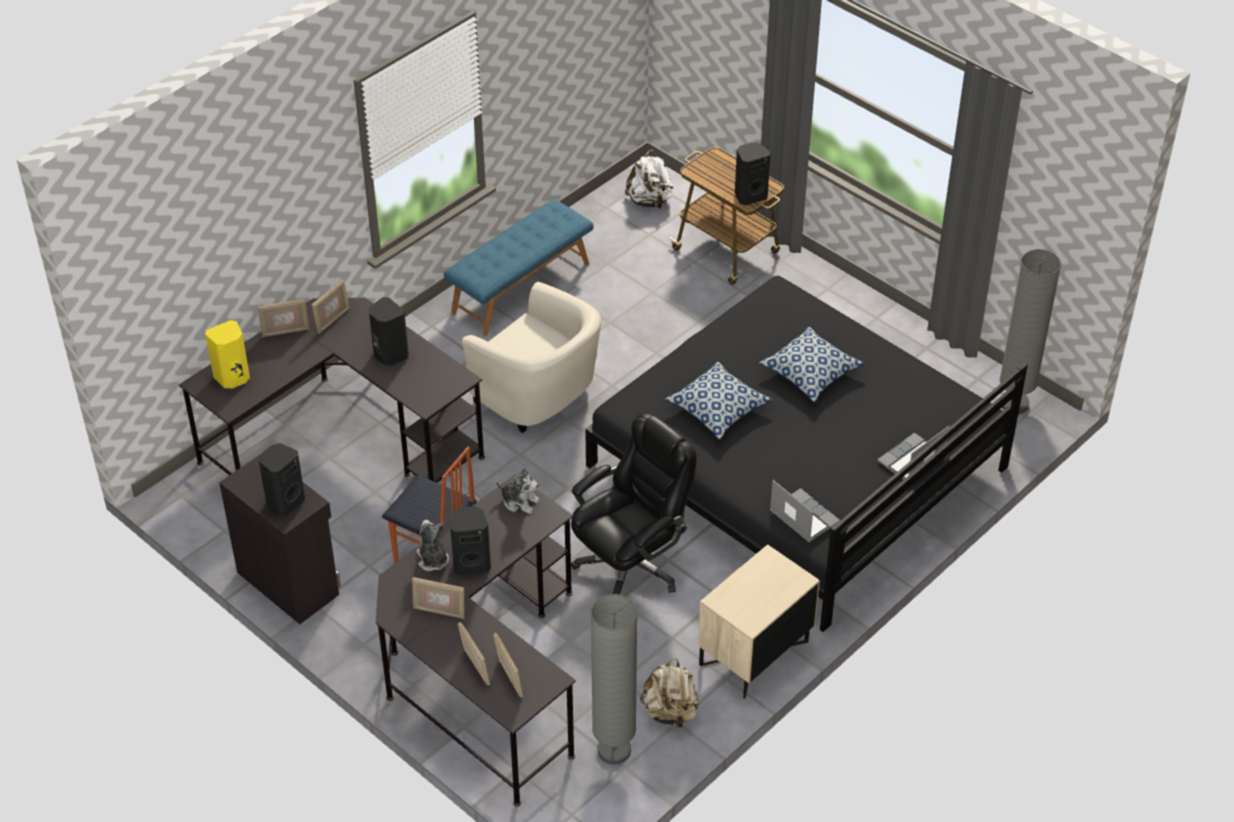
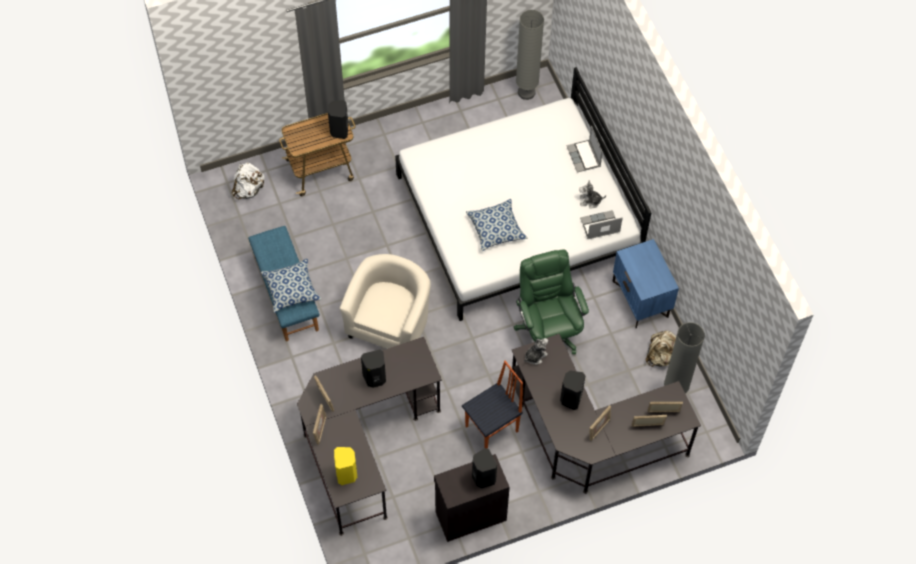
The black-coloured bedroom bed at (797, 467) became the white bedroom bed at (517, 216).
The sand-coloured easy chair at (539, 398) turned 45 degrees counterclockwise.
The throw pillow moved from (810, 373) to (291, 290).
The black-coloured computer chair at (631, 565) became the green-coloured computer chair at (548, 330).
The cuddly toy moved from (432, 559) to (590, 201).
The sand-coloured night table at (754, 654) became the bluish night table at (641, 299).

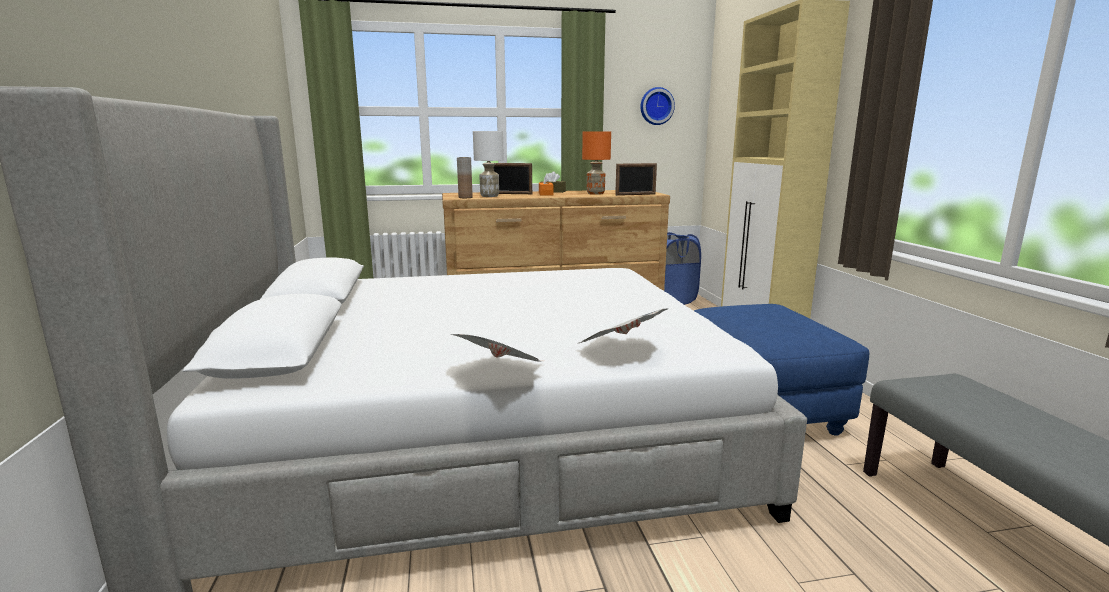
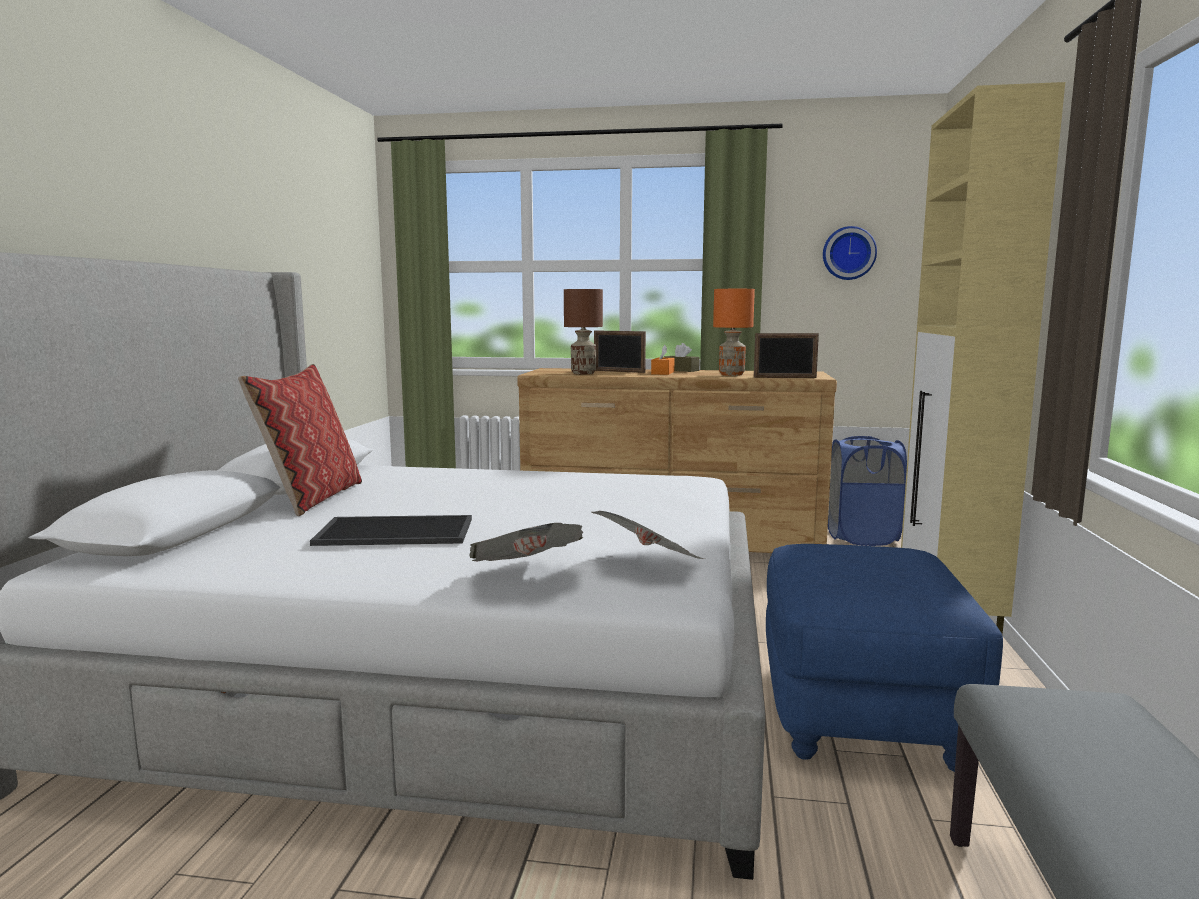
The white lamp for a table at (489, 196) became the brown-coloured lamp for a table at (583, 373).
The brown-coloured vase at (465, 197) disappeared.
The daily paper moved from (502, 373) to (650, 565).
The throw pillow at (311, 498) appeared.
The serving tray at (393, 532) appeared.

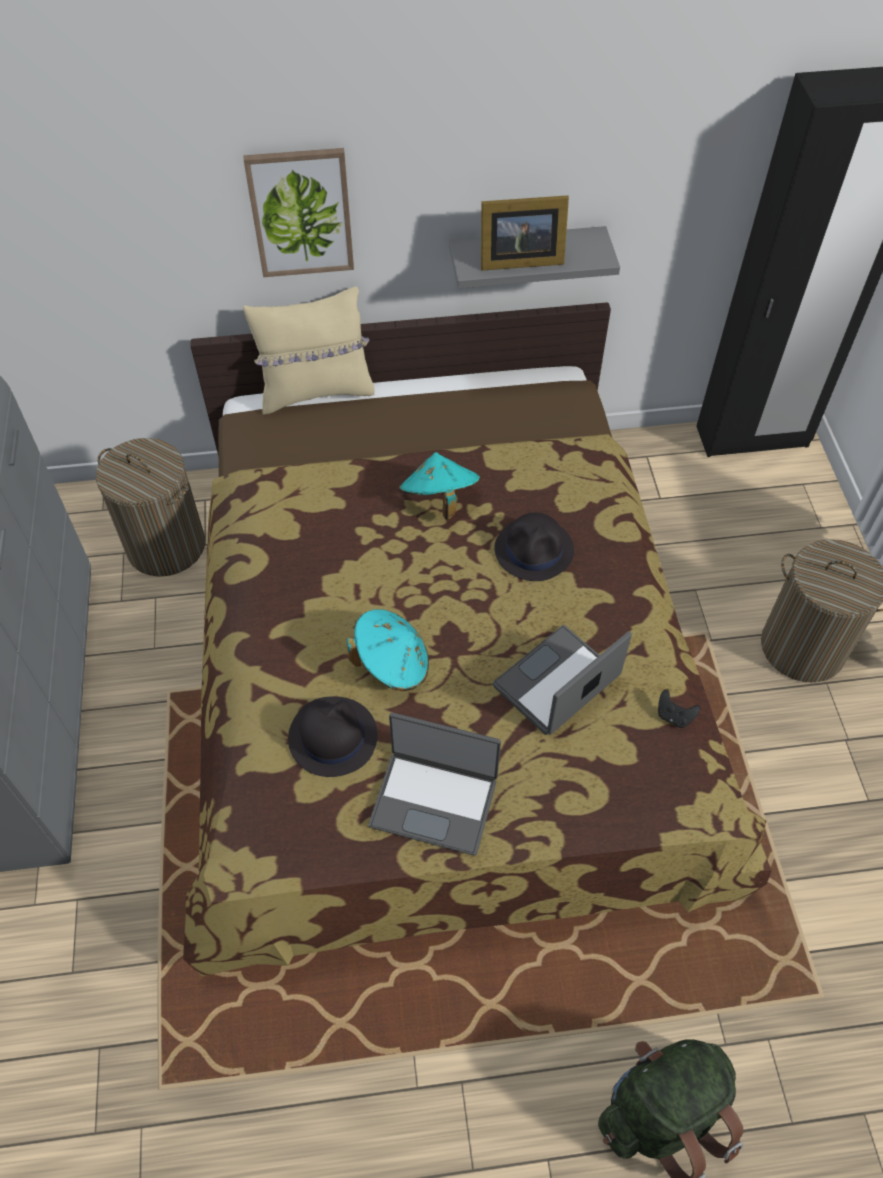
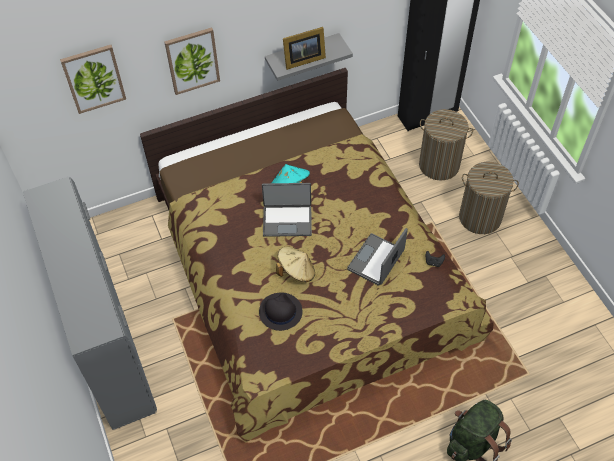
The sand-coloured throw pillow at (316, 392) disappeared.
The laundry basket moved from (166, 545) to (439, 165).
The black-coloured hat at (534, 550) disappeared.
The blue-green hat at (392, 664) became the sand-coloured hat at (296, 271).
The notebook computer moved from (434, 801) to (287, 220).
The wall picture at (93, 78) appeared.

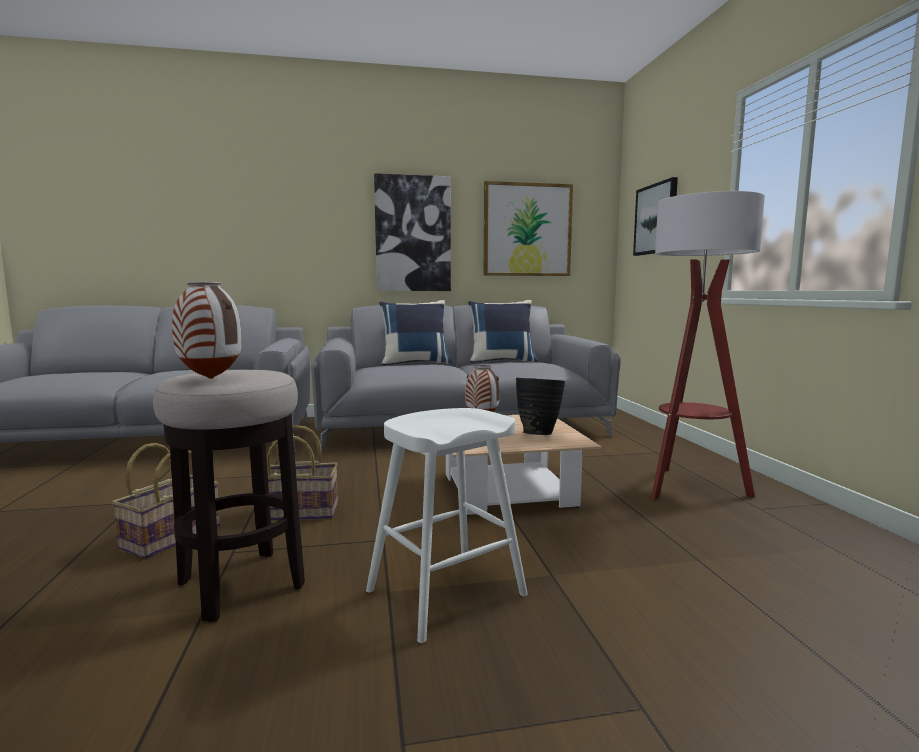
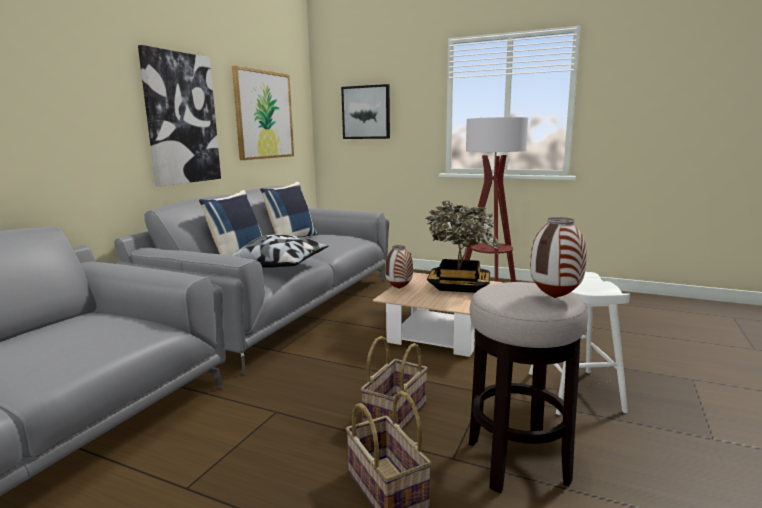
The black-coloured vase at (538, 433) was replaced by the houseplant at (458, 286).
The throw pillow at (282, 265) appeared.

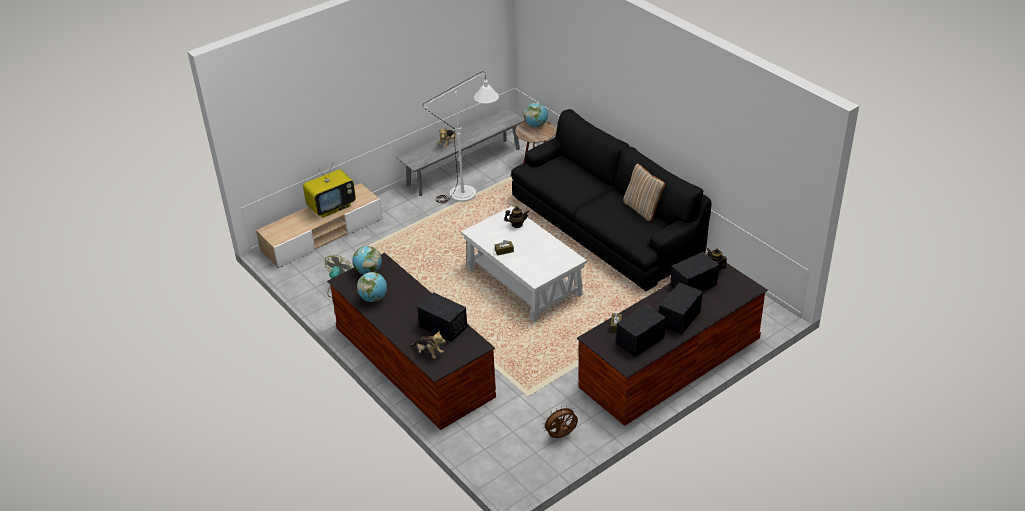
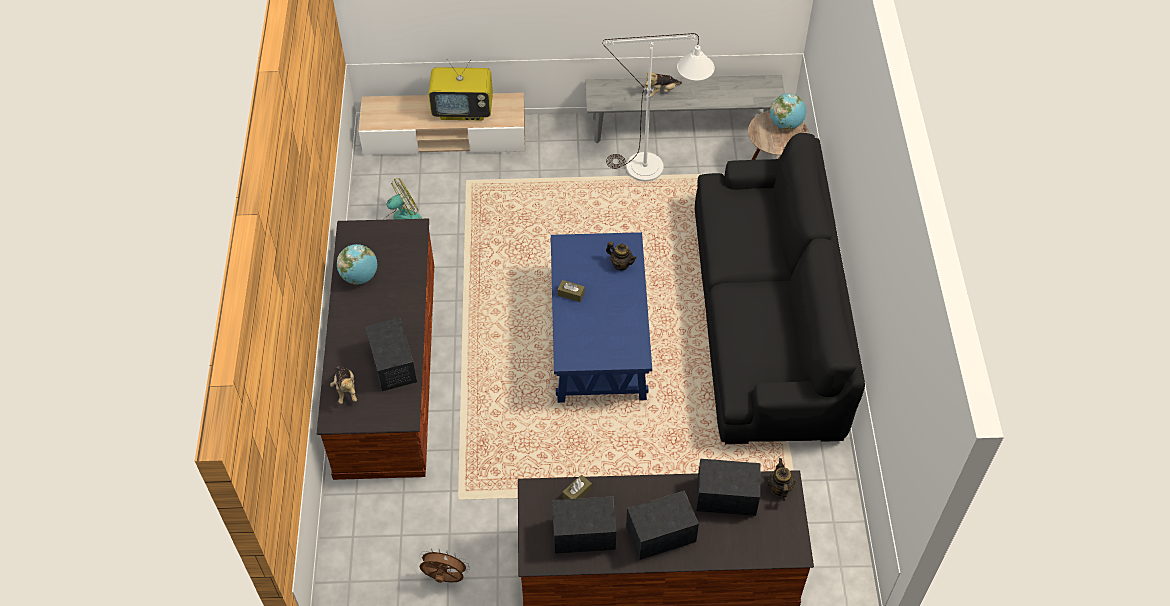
The sand-coloured throw pillow at (642, 209) disappeared.
The white lounge table at (524, 281) became the bluish lounge table at (599, 338).
The world globe at (368, 271) disappeared.

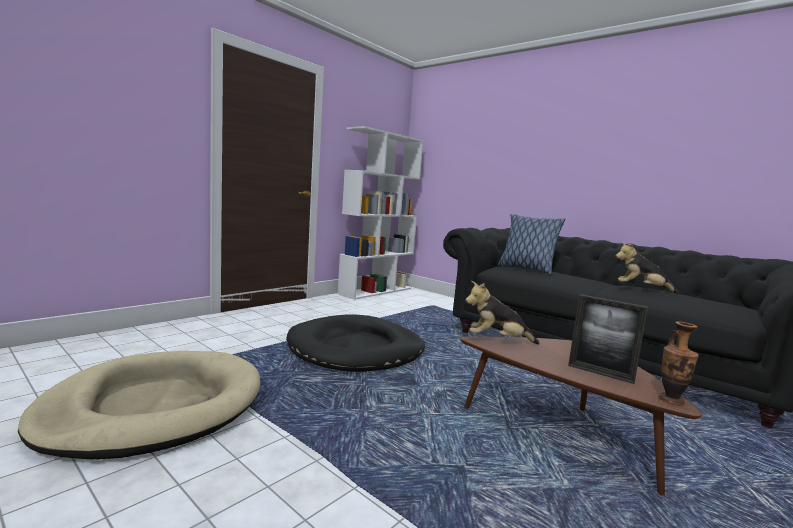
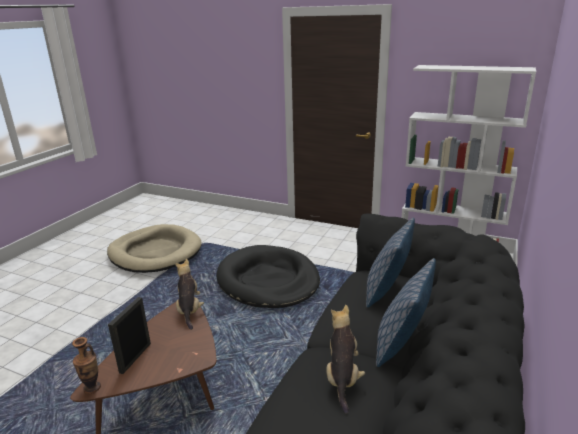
The throw pillow at (401, 344) appeared.

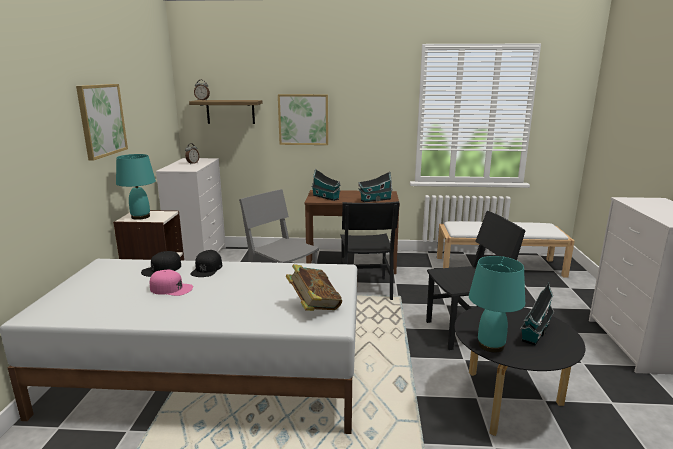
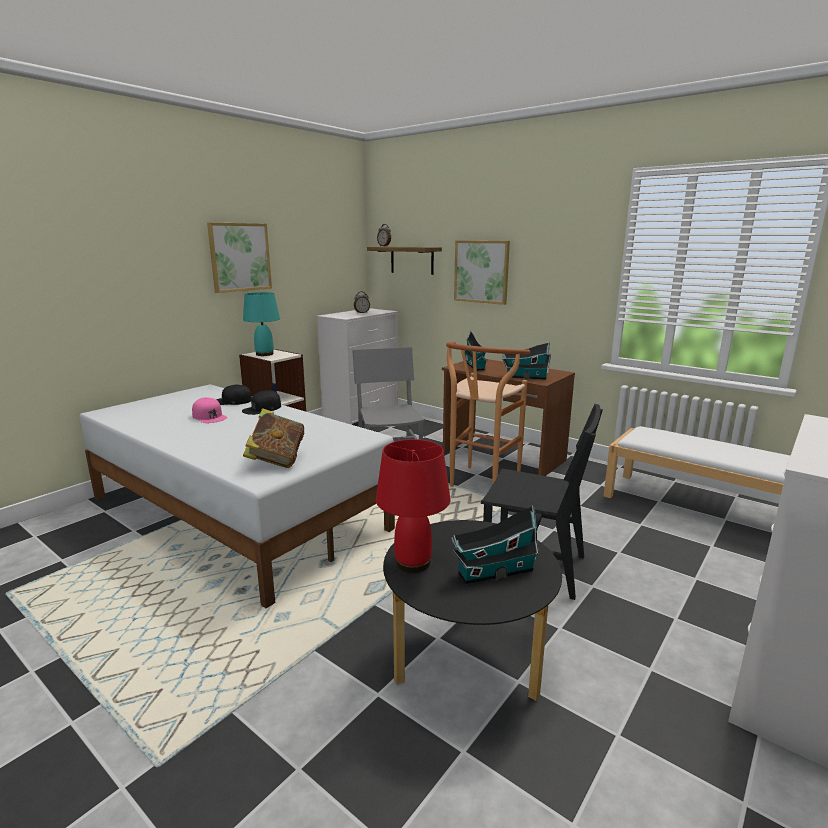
The black-coloured chair at (365, 289) was replaced by the brown-coloured stool seat at (480, 485).
The blue-green lamp for a table at (491, 345) became the red-coloured lamp for a table at (413, 563).

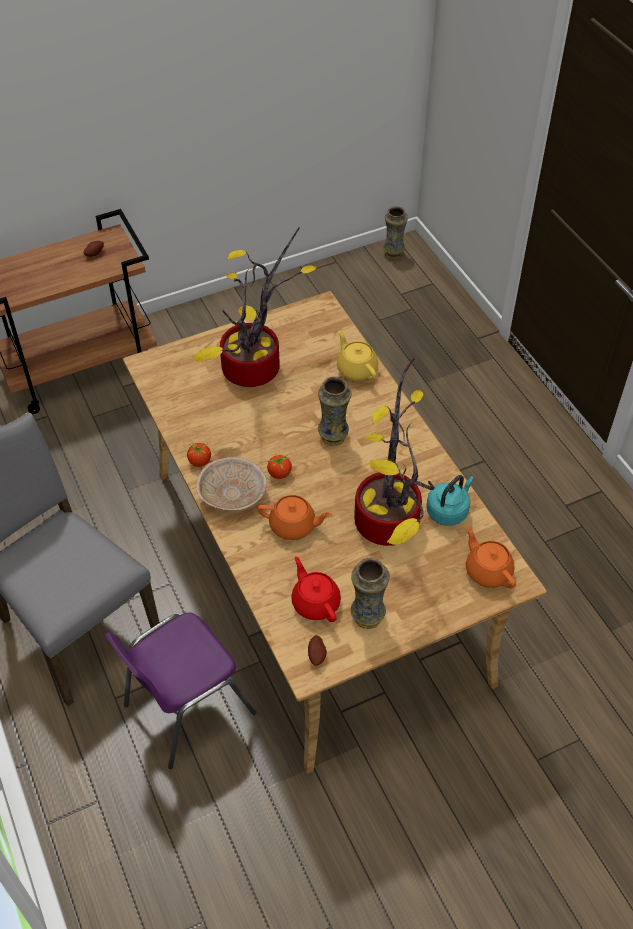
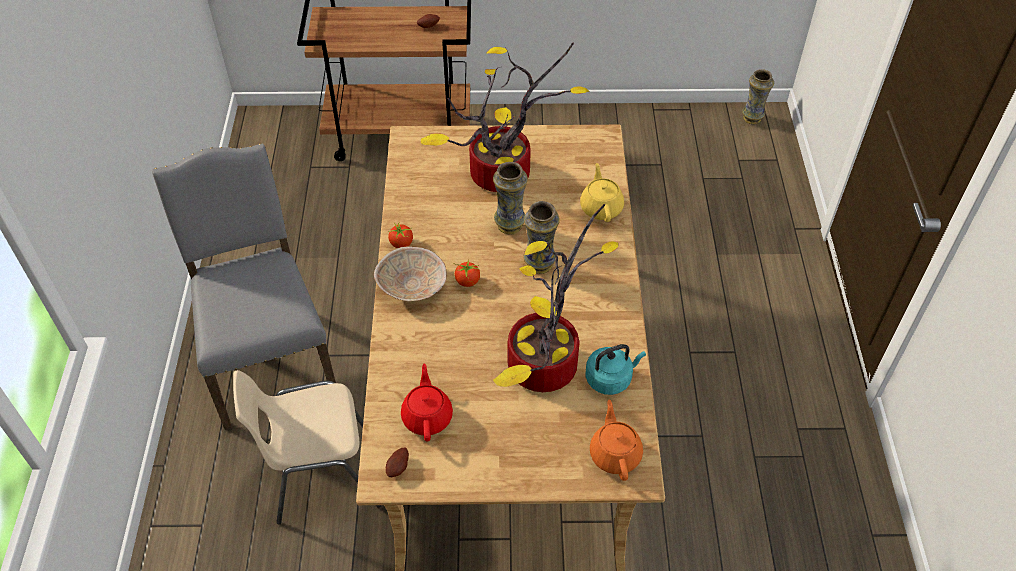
The orangey teapot at (293, 526) disappeared.
The vase moved from (367, 616) to (510, 225).
The purple chair at (185, 709) became the sand-coloured chair at (320, 476).

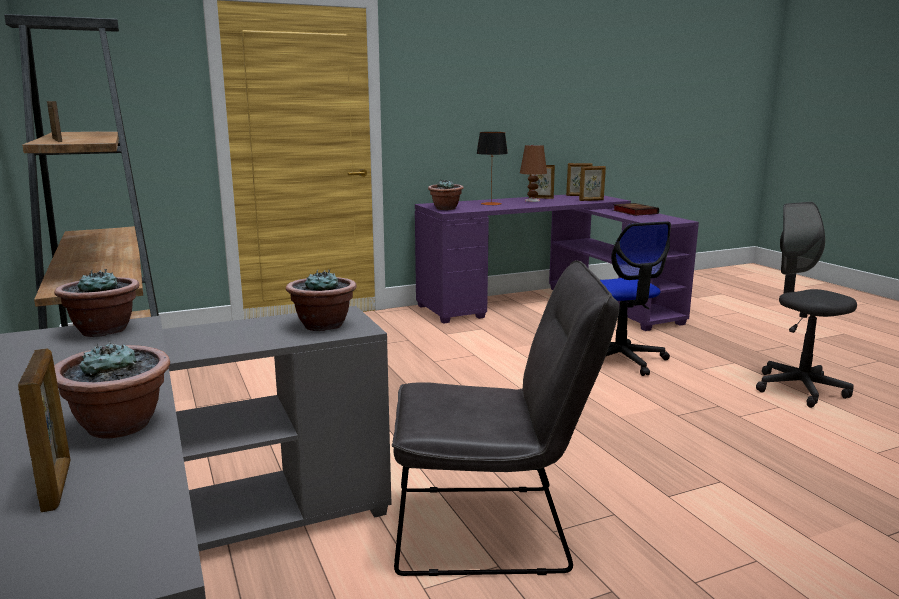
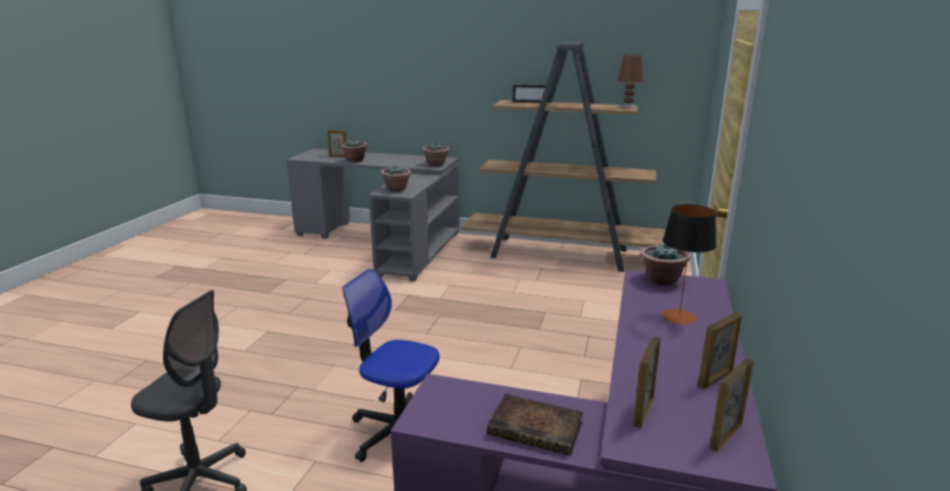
The brown-coloured lamp for a table moved from (532, 200) to (627, 106).
The gray chair at (494, 529) disappeared.

